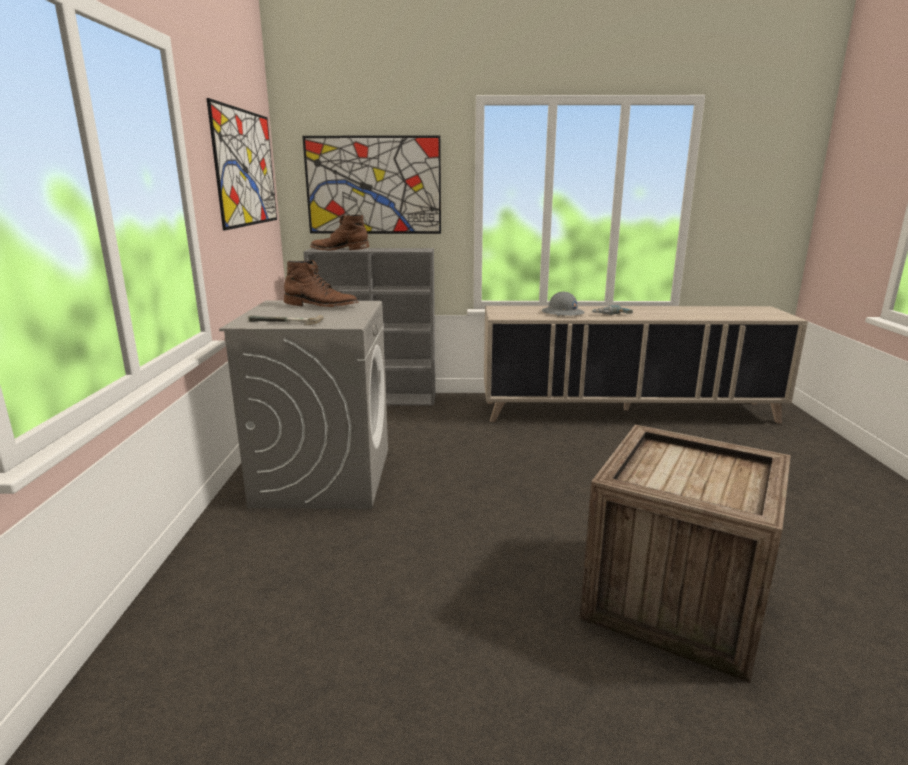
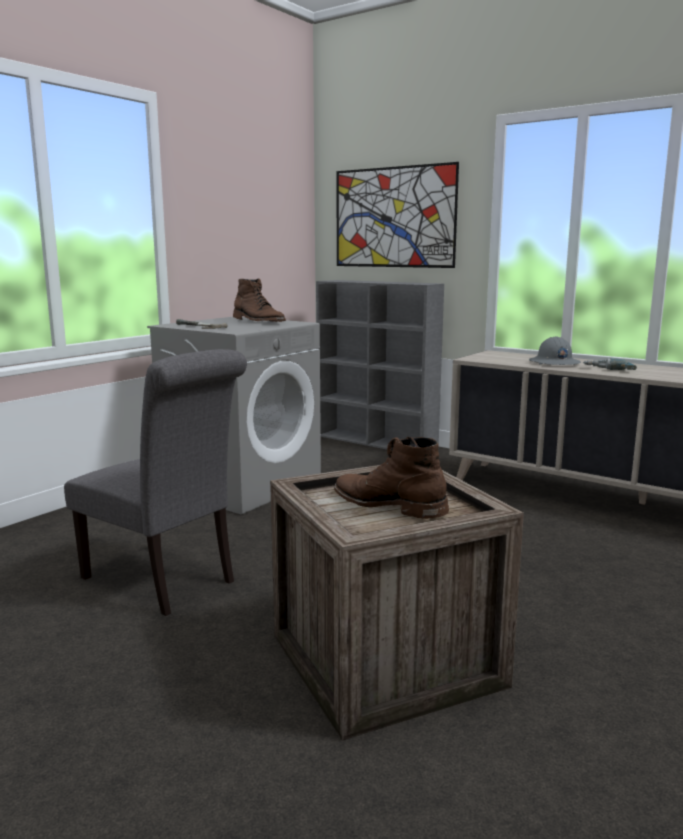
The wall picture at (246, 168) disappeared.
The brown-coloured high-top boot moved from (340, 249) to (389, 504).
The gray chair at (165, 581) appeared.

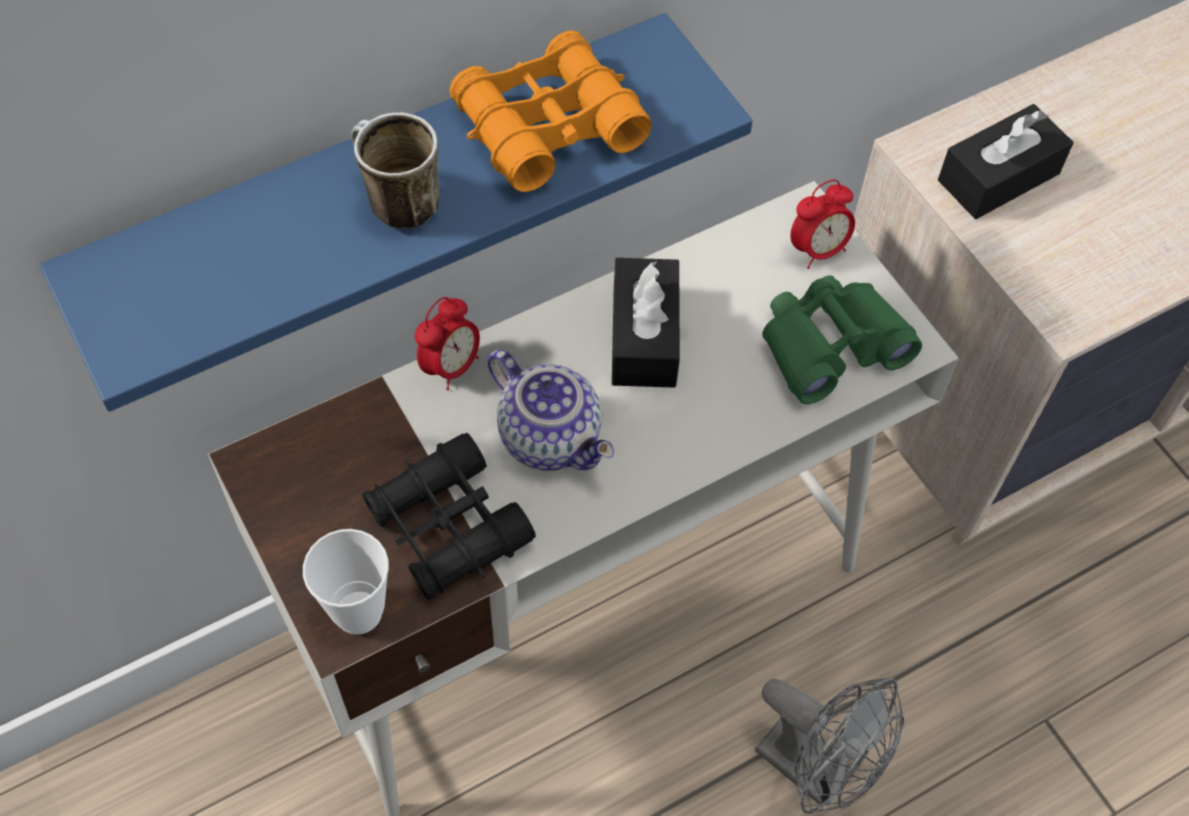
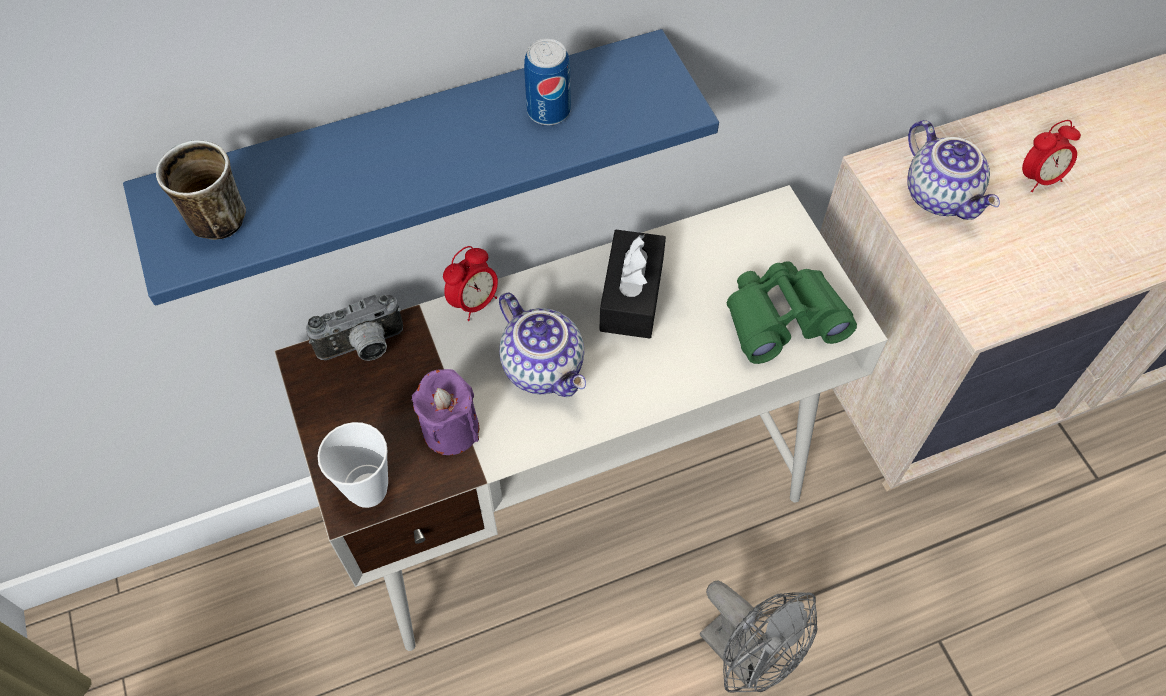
The orangey pair of binoculars at (548, 126) was replaced by the metal can at (548, 111).
The black-coloured tissue box at (998, 177) was replaced by the teapot at (941, 196).
The tea mug moved from (394, 202) to (211, 216).
The table clock moved from (818, 250) to (1039, 179).
The black-coloured pair of binoculars at (448, 526) was replaced by the purple wax candle at (450, 429).
The still camera at (363, 348) appeared.

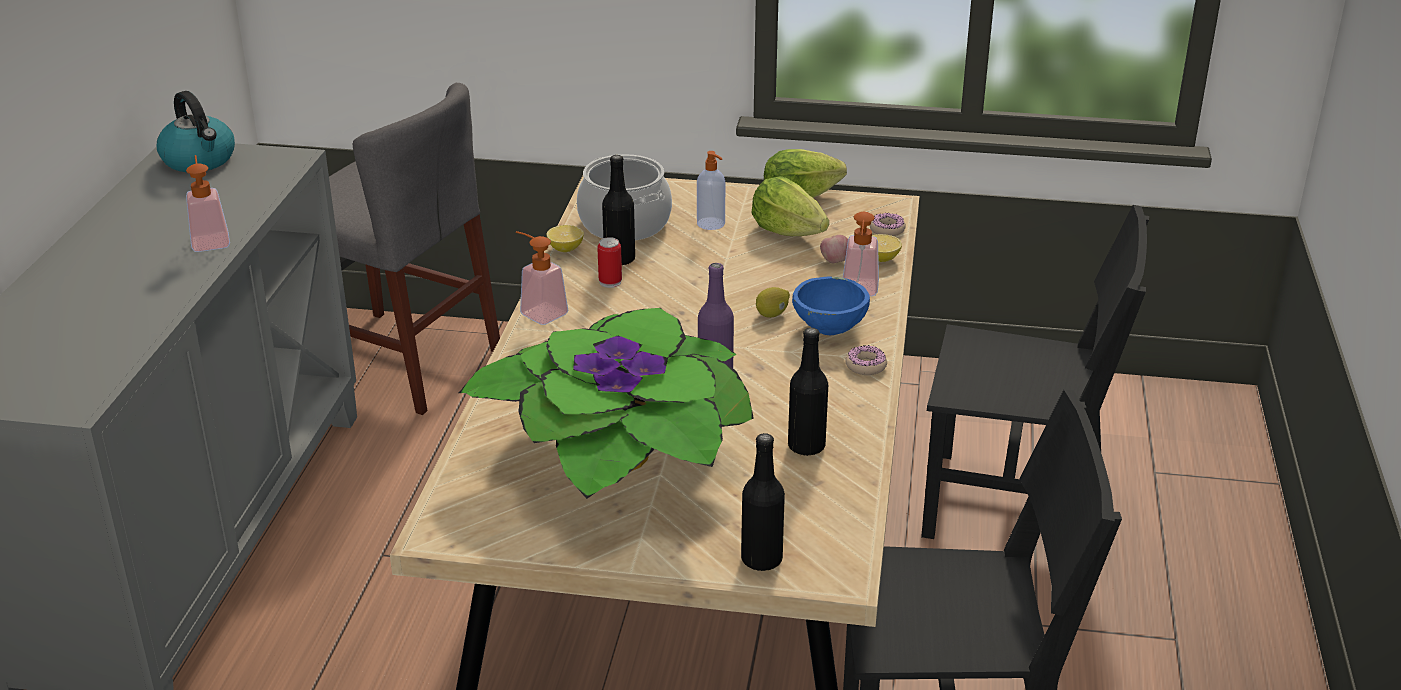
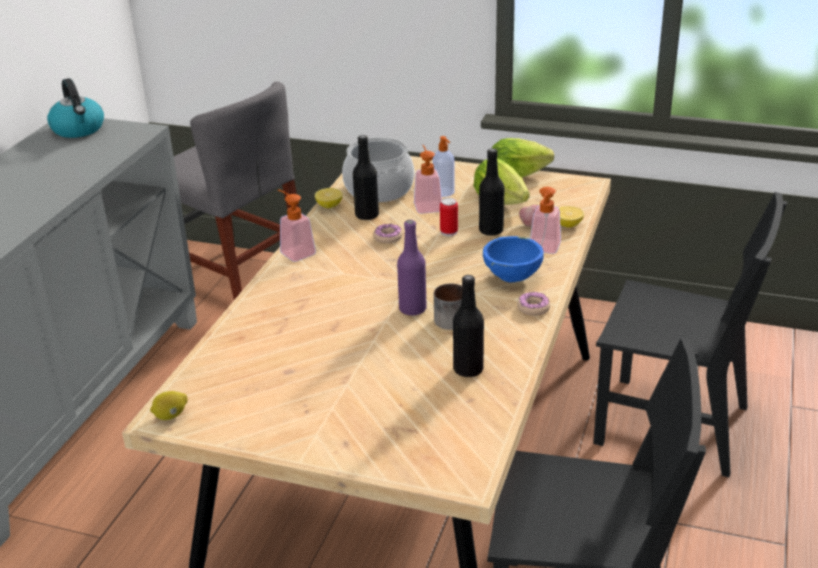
The liquid soap bottle moved from (210, 239) to (427, 205).
The ring doughnut moved from (887, 229) to (388, 237).
The metal can moved from (610, 282) to (449, 232).
The whole lemon moved from (772, 314) to (171, 416).
The houseplant at (620, 457) disappeared.
The black-coloured beverage bottle moved from (761, 559) to (491, 231).
The tea mug at (452, 317) appeared.

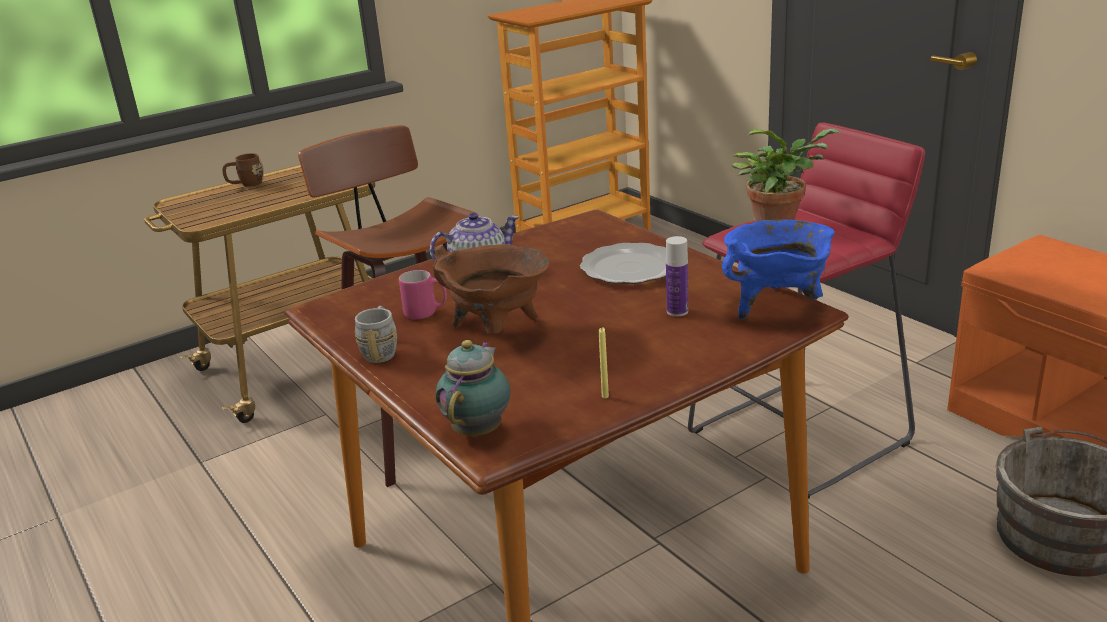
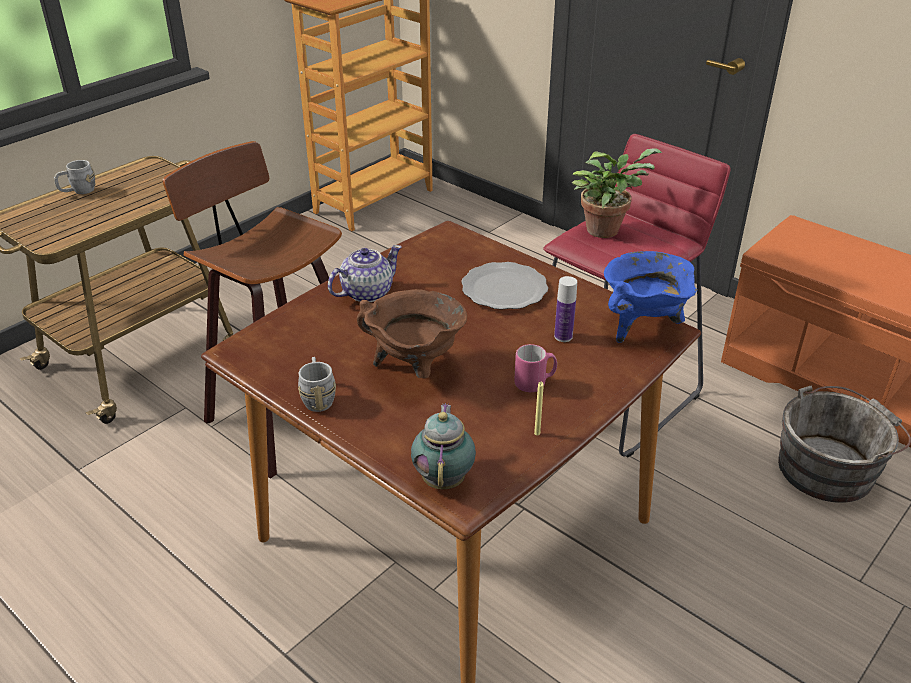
The brown-coloured tea mug at (246, 184) became the gray tea mug at (78, 191).
The pink-coloured tea mug moved from (426, 313) to (535, 383).

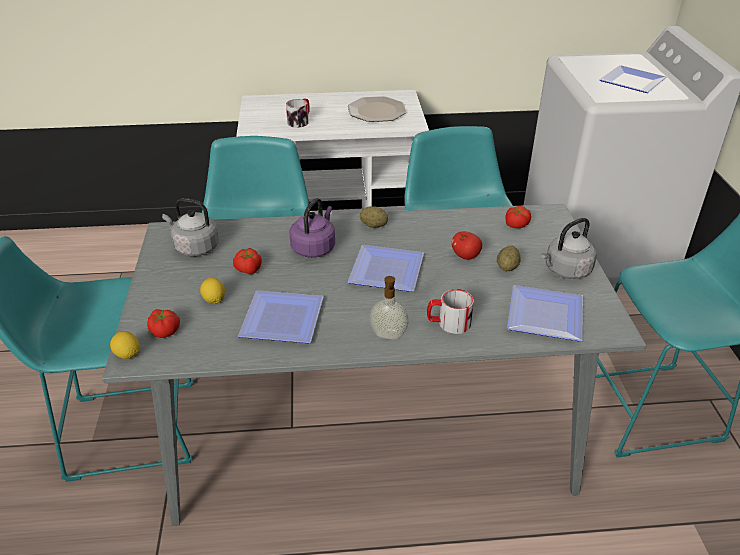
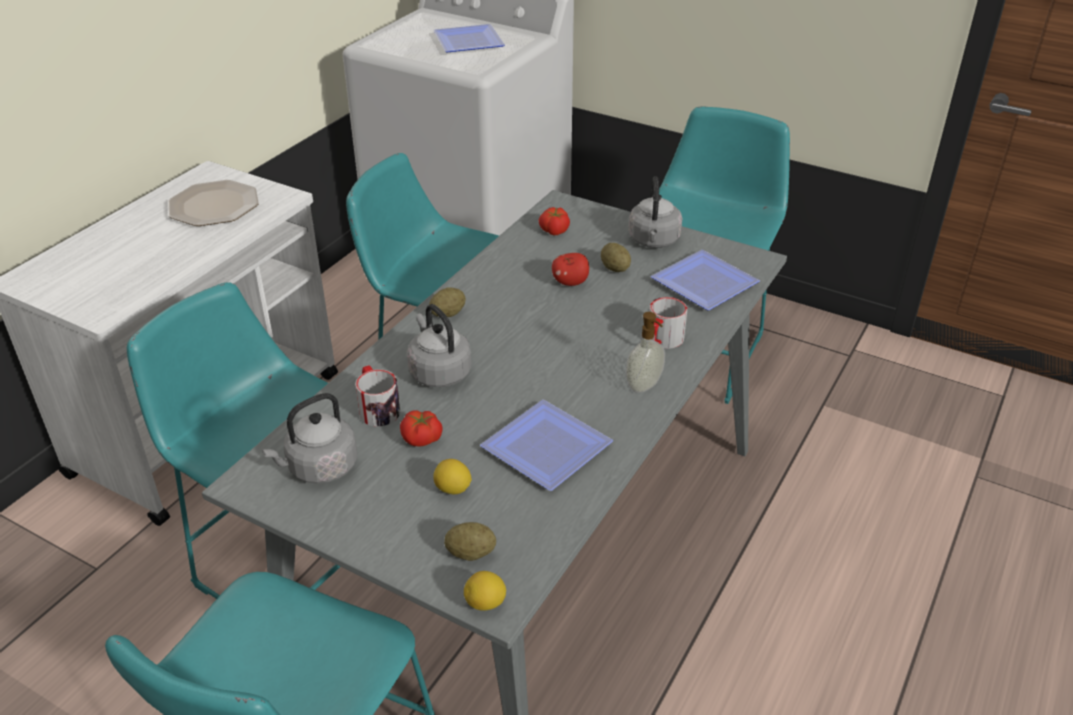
The tea mug moved from (300, 121) to (377, 408).
The purple tea kettle at (314, 247) became the gray tea kettle at (438, 372).
The flat dish at (383, 272) disappeared.
The tomato at (165, 331) was replaced by the potato at (470, 553).

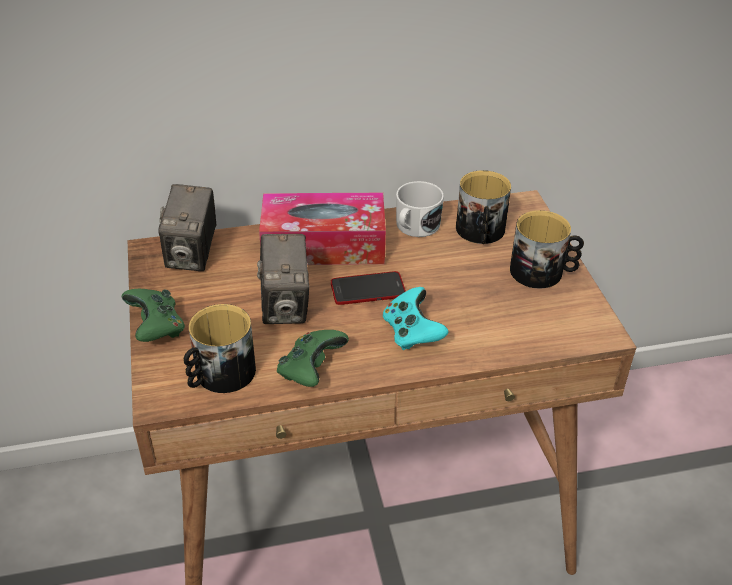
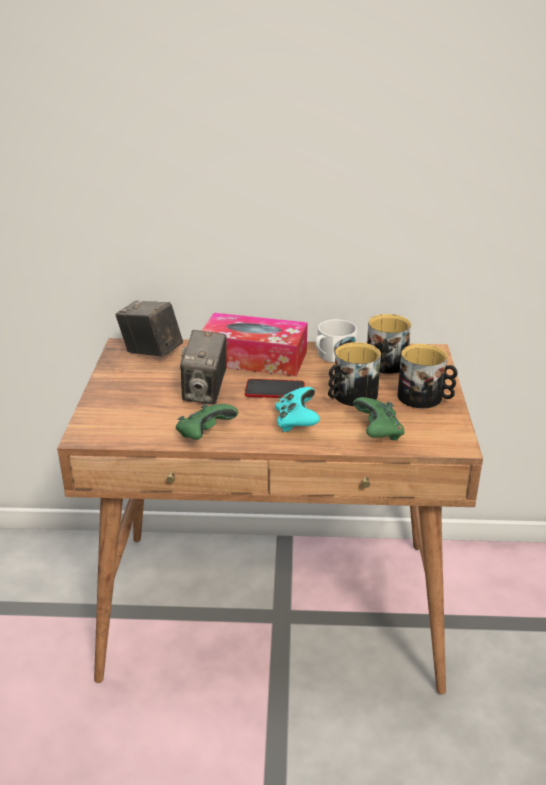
The still camera at (192, 255) turned 105 degrees clockwise.
The green-coloured joypad moved from (157, 328) to (378, 432).
The tea mug moved from (220, 375) to (350, 396).

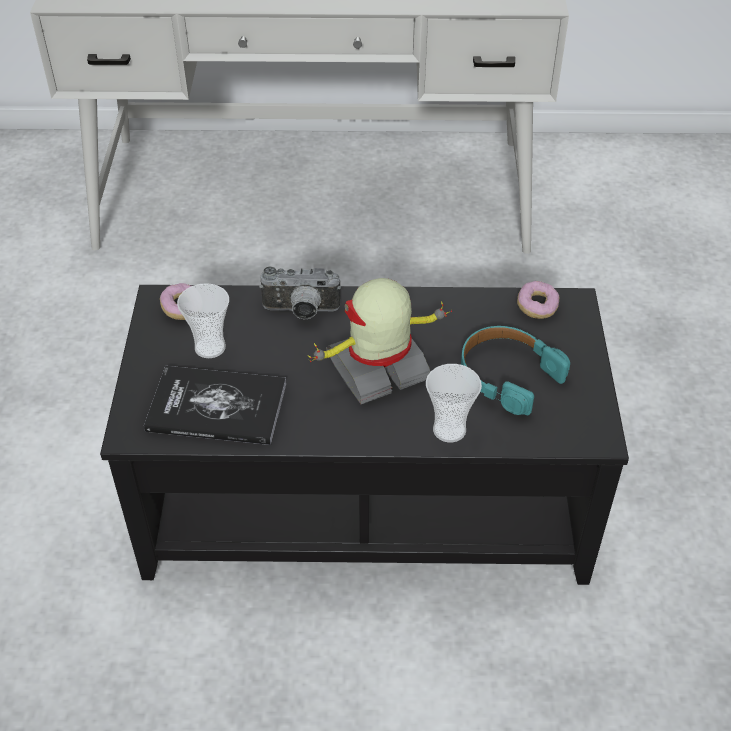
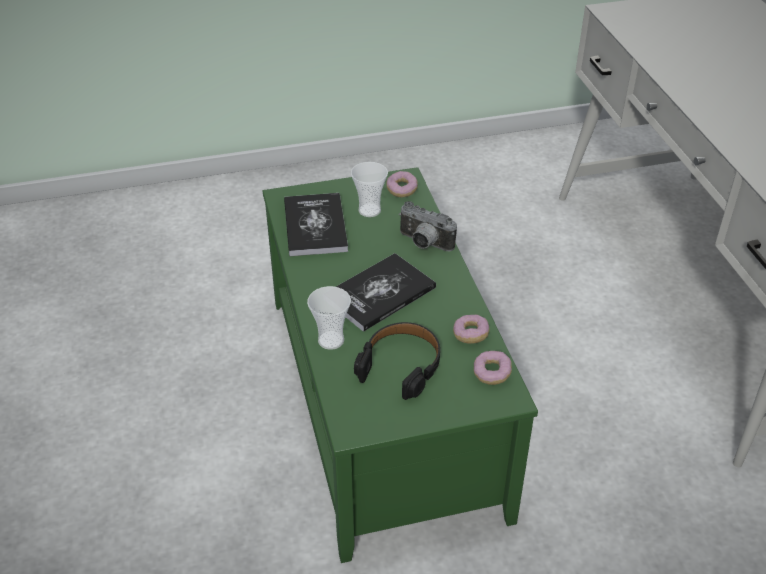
The still camera at (301, 312) turned 45 degrees counterclockwise.
The robot figure at (379, 369) was replaced by the volume at (380, 293).
The black-coloured lounge table at (366, 493) became the green-coloured lounge table at (386, 401).
The blue-green headset at (507, 375) became the black-coloured headset at (401, 365).
The ring doughnut at (470, 335) appeared.

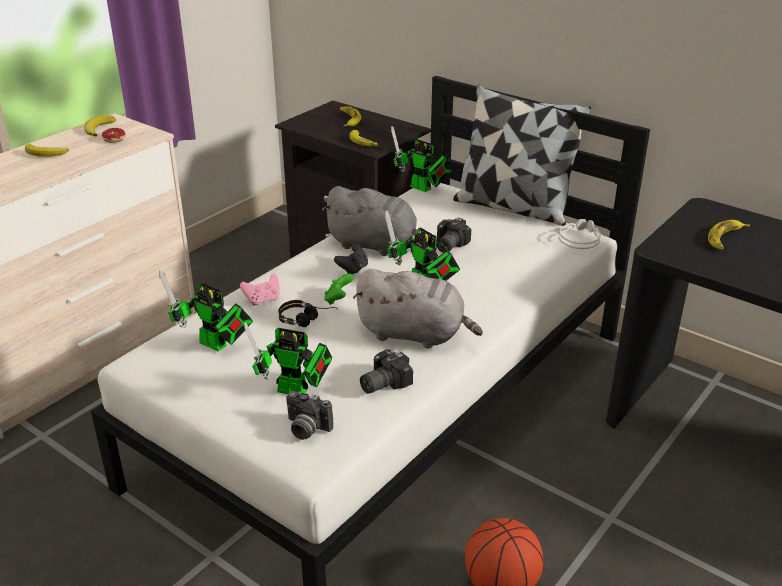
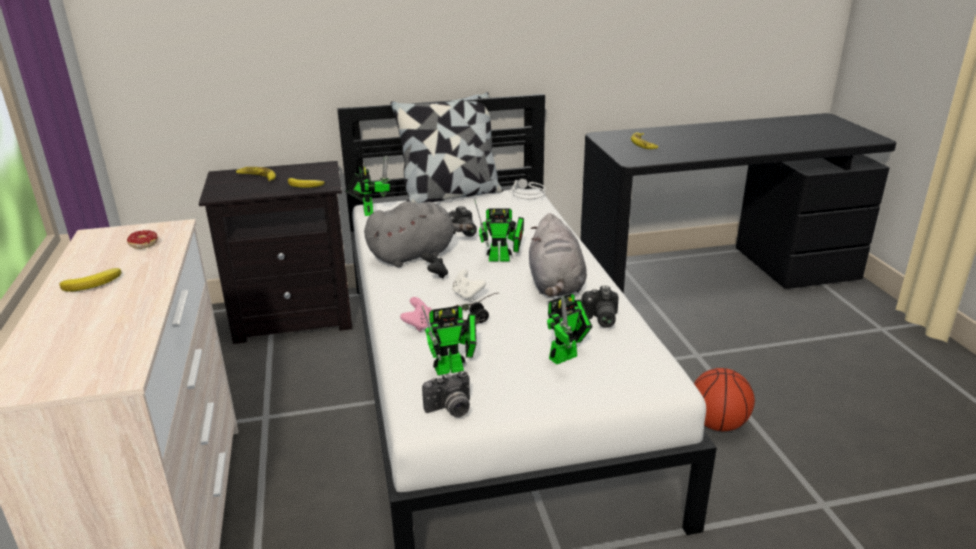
The banana fruit at (98, 128) disappeared.
The robot figure at (423, 189) turned 90 degrees counterclockwise.
The gray cuddly toy at (415, 334) turned 120 degrees clockwise.
The green-coloured joypad at (338, 299) became the white joypad at (467, 295).
The still camera moved from (306, 429) to (450, 410).

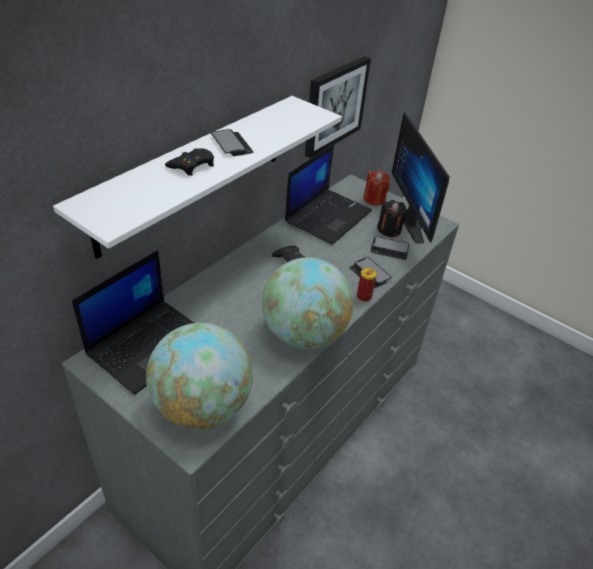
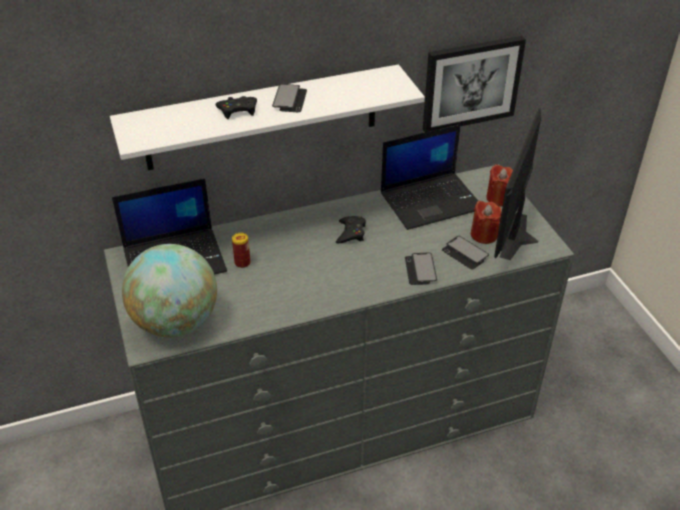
The black-coloured wax candle at (389, 230) became the red-coloured wax candle at (484, 235).
The world globe at (304, 334) disappeared.
The metal can moved from (364, 297) to (242, 263).

